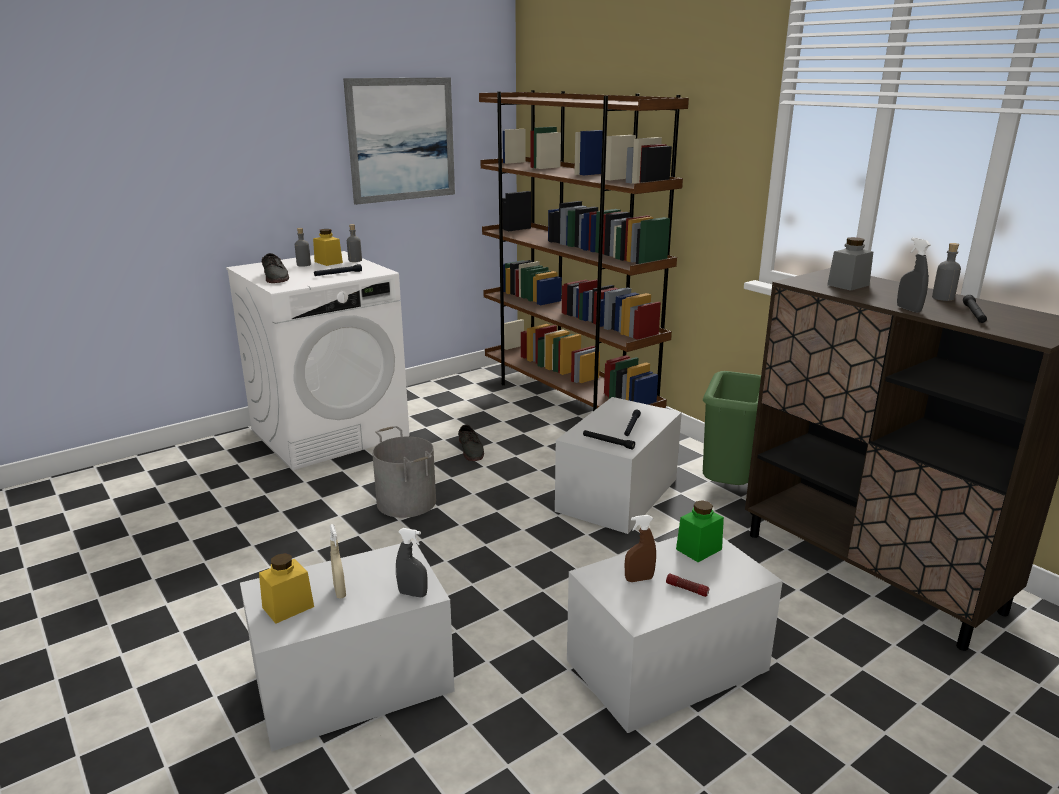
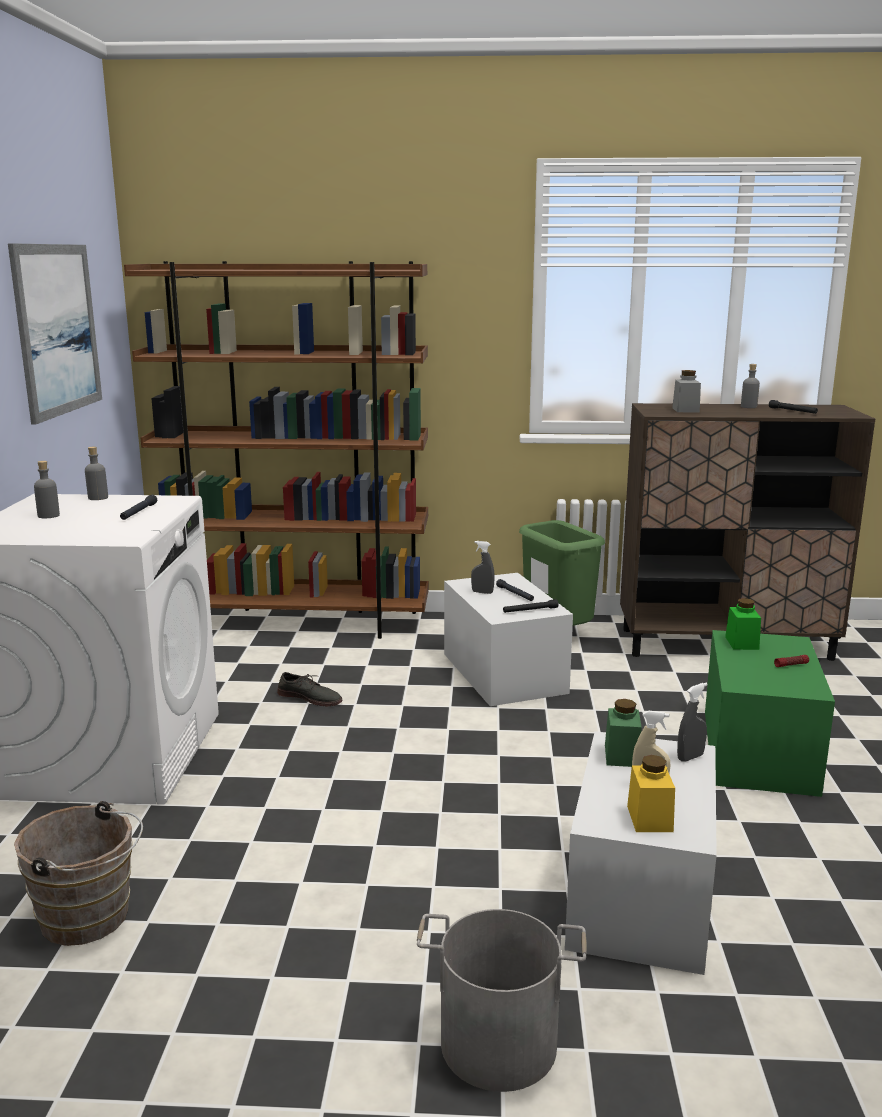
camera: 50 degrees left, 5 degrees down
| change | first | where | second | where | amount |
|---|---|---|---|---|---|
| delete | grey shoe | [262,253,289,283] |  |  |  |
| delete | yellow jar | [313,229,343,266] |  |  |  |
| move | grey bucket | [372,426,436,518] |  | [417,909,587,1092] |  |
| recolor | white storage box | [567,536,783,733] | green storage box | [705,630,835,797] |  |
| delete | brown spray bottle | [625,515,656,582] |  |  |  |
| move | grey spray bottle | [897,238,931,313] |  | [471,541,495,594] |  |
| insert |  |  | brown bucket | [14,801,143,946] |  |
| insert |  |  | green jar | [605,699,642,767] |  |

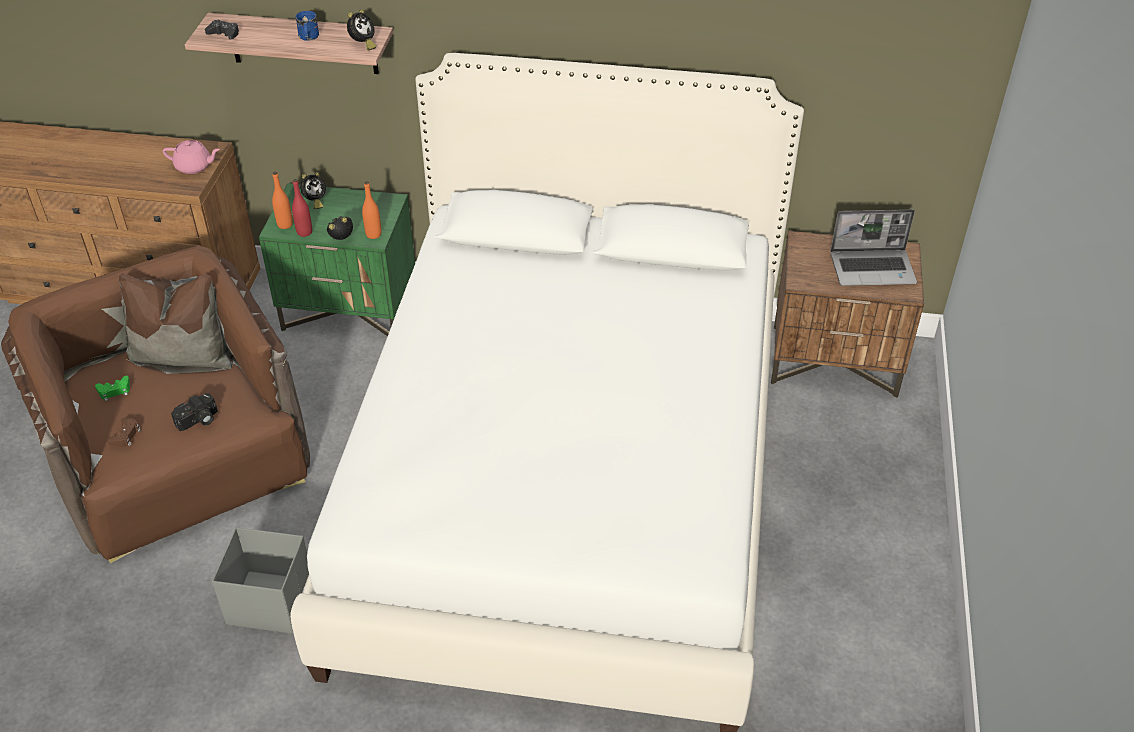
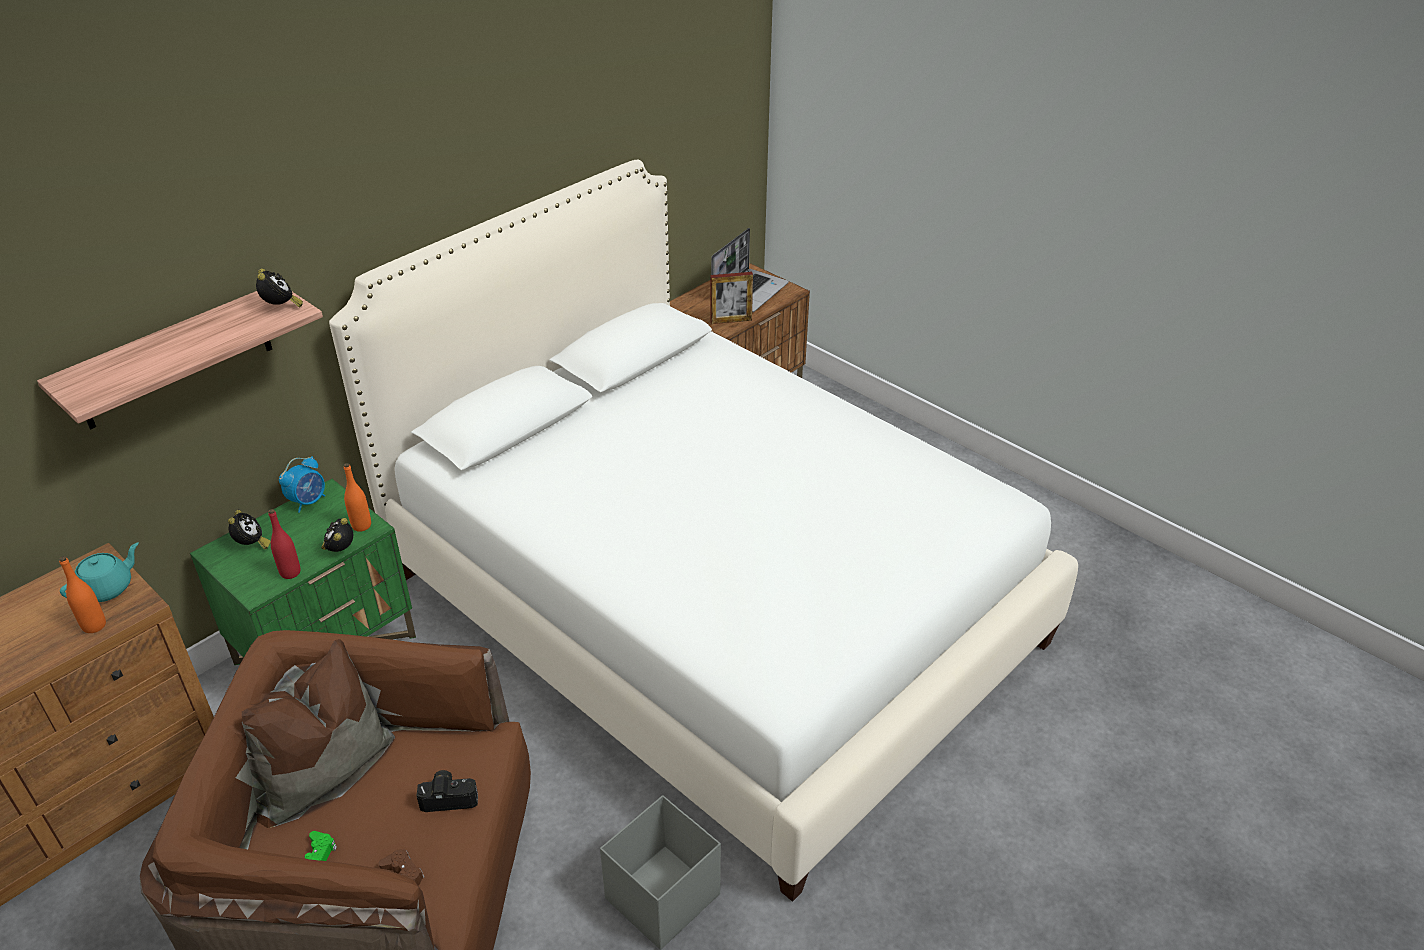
camera: 55 degrees left, 5 degrees down
| change | first | where | second | where | amount |
|---|---|---|---|---|---|
| recolor | pink teapot | [163,140,220,174] | turquoise teapot | [60,543,139,602] |  |
| rotate | photo camera | [171,393,218,431] |  | [417,770,478,812] | 90 degrees counterclockwise |
| delete | black game controller | [205,20,239,39] |  |  |  |
| move | orange bottle | [272,171,293,229] |  | [59,556,106,633] |  |
| delete | blue mug | [295,11,319,41] |  |  |  |
| insert |  |  | alarm clock | [279,456,325,513] |  |
| insert |  |  | picture frame | [710,272,753,324] |  |

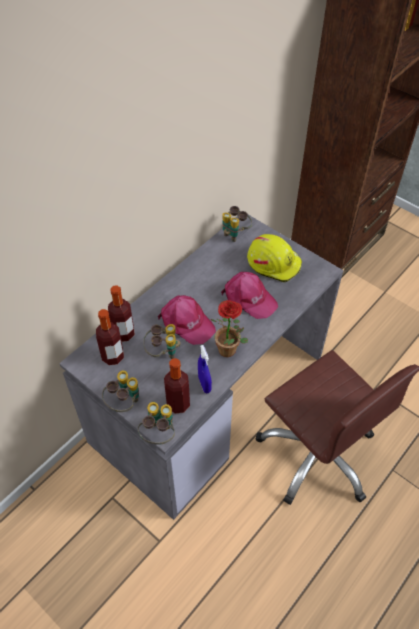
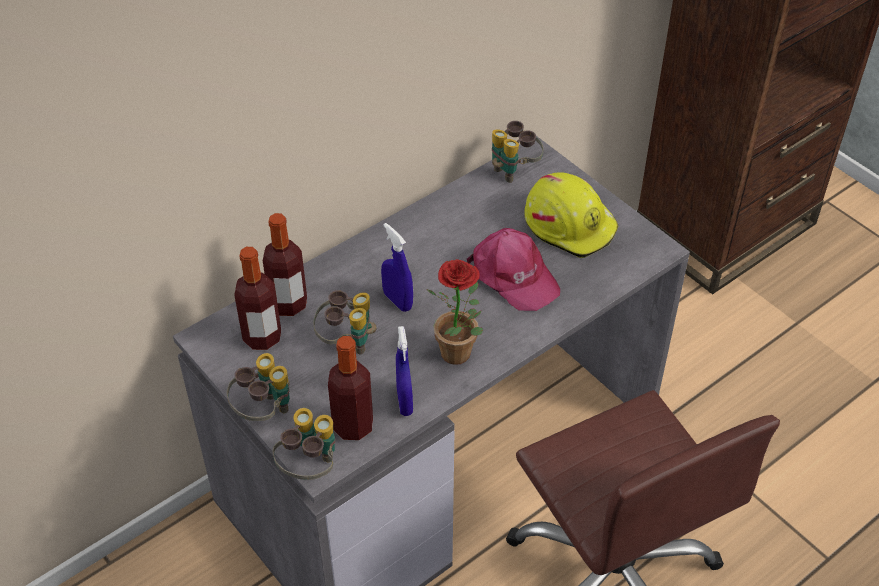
camera: 10 degrees right, 5 degrees down
| change | first | where | second | where | amount |
|---|---|---|---|---|---|
| replace | pink cap | [158,295,216,345] | blue spray bottle | [381,223,413,312] |  |

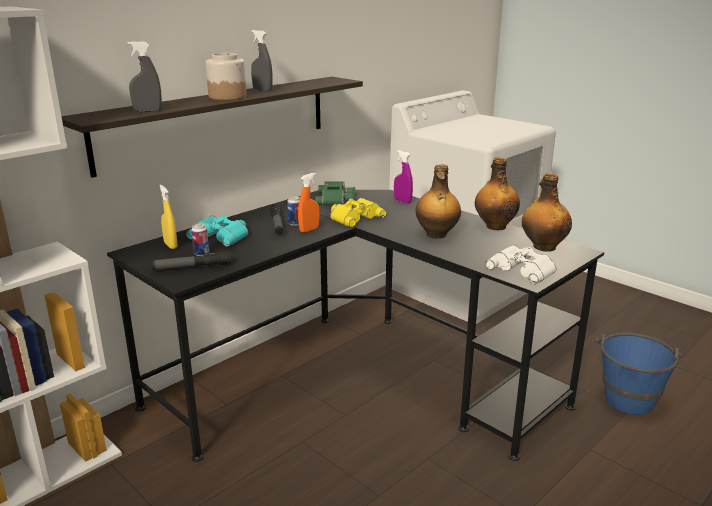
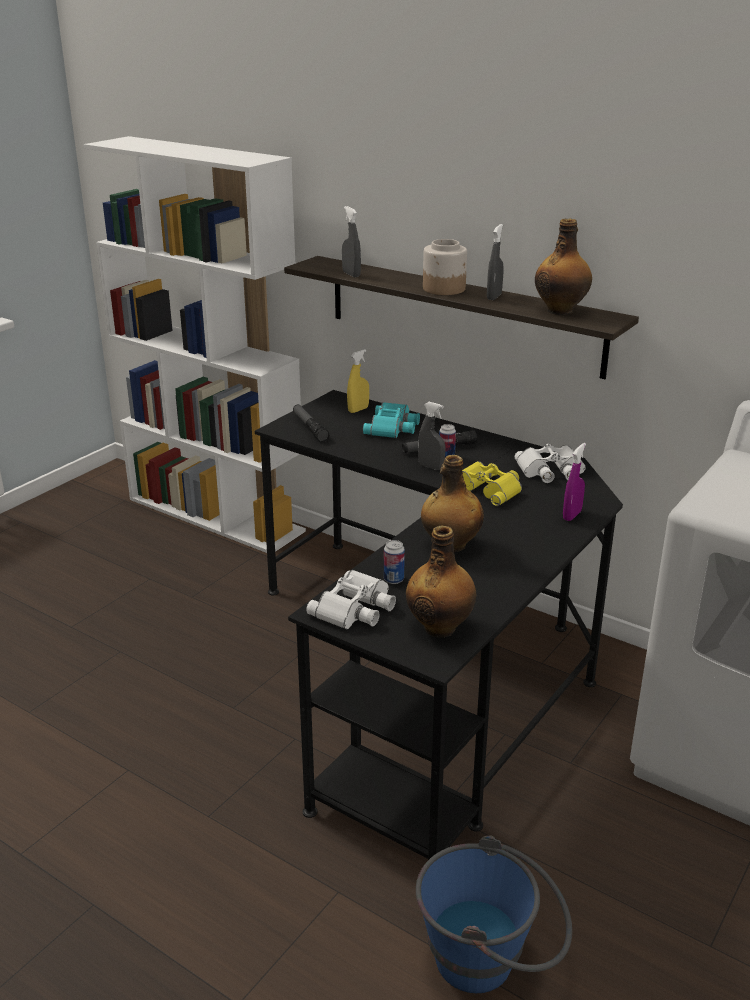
camera: 80 degrees right, 5 degrees up
| change | first | where | second | where | amount |
|---|---|---|---|---|---|
| move | can | [191,223,209,256] |  | [384,540,405,584] |  |
| recolor | orange spray bottle | [298,173,319,233] | grey spray bottle | [418,402,445,470] |  |
| recolor | green binoculars | [316,181,355,206] | white binoculars | [515,444,586,483] |  |
| move | bottle | [475,157,520,230] |  | [535,218,592,315] |  |

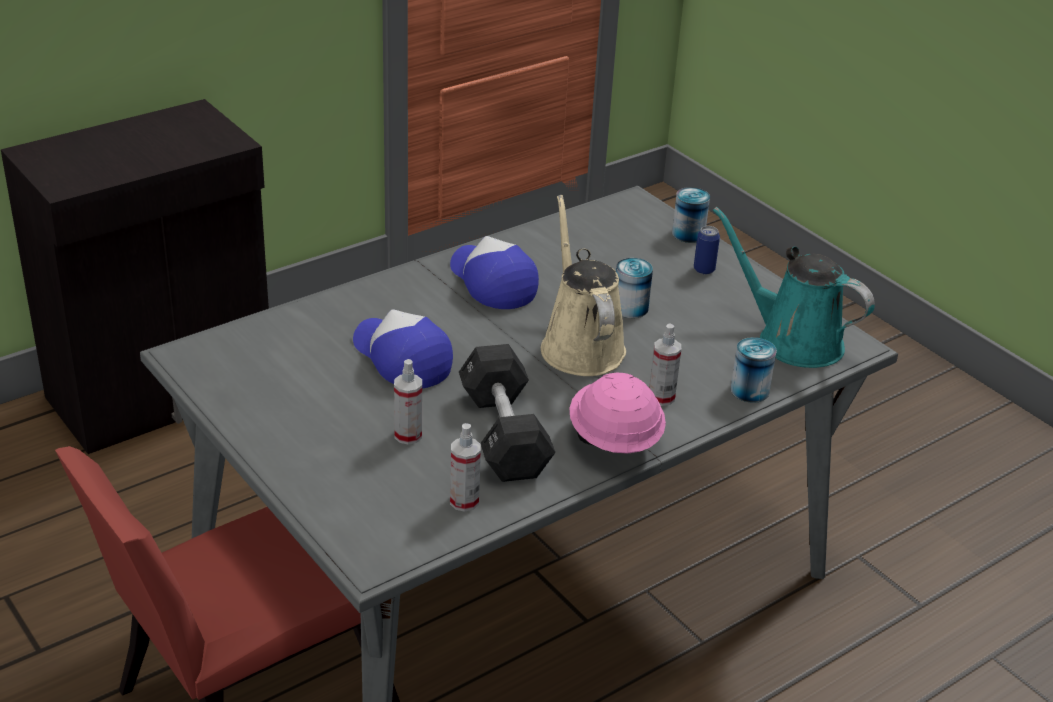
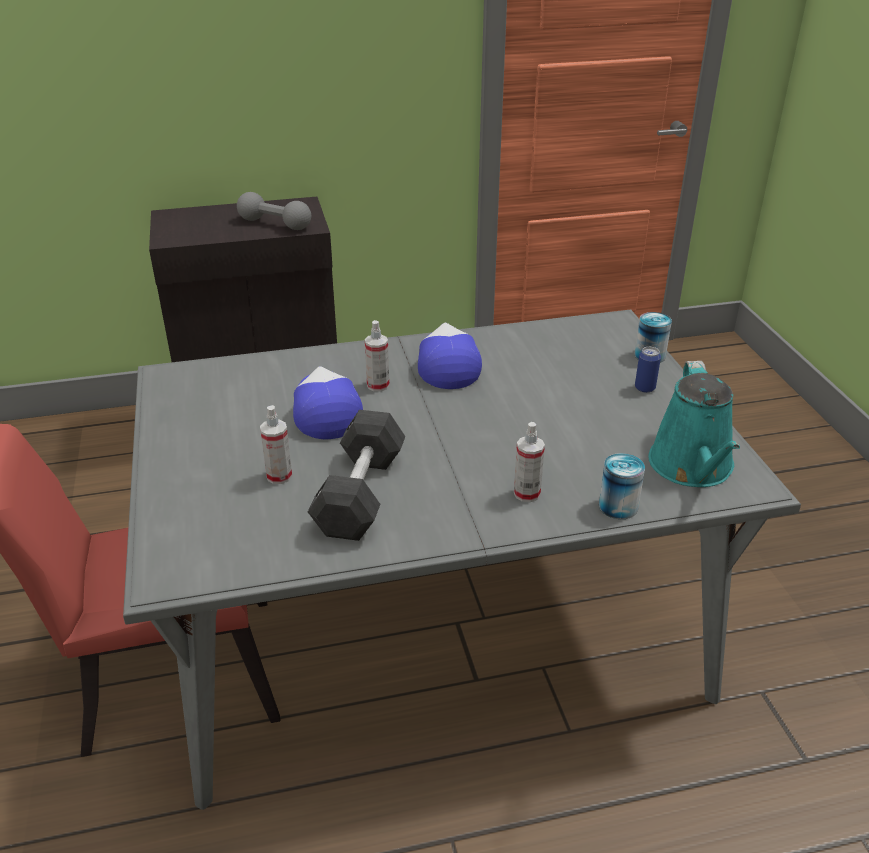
camera: 25 degrees right, 0 degrees up
| change | first | where | second | where | amount |
|---|---|---|---|---|---|
| move | spray bottle | [450,423,481,512] |  | [365,320,390,392] |  |
| delete | beige watering can | [541,195,626,376] |  |  |  |
| delete | pink hard hat | [570,373,666,454] |  |  |  |
| delete | can | [616,258,653,318] |  |  |  |
| rotate | turquoise watering can | [713,207,875,368] |  | [648,361,740,487] | 150 degrees counterclockwise |
| insert |  |  | grey dumbbell | [237,192,311,230] |  |

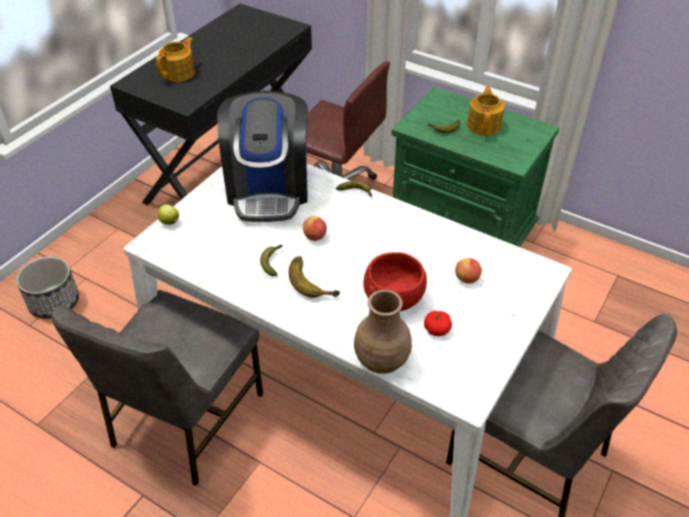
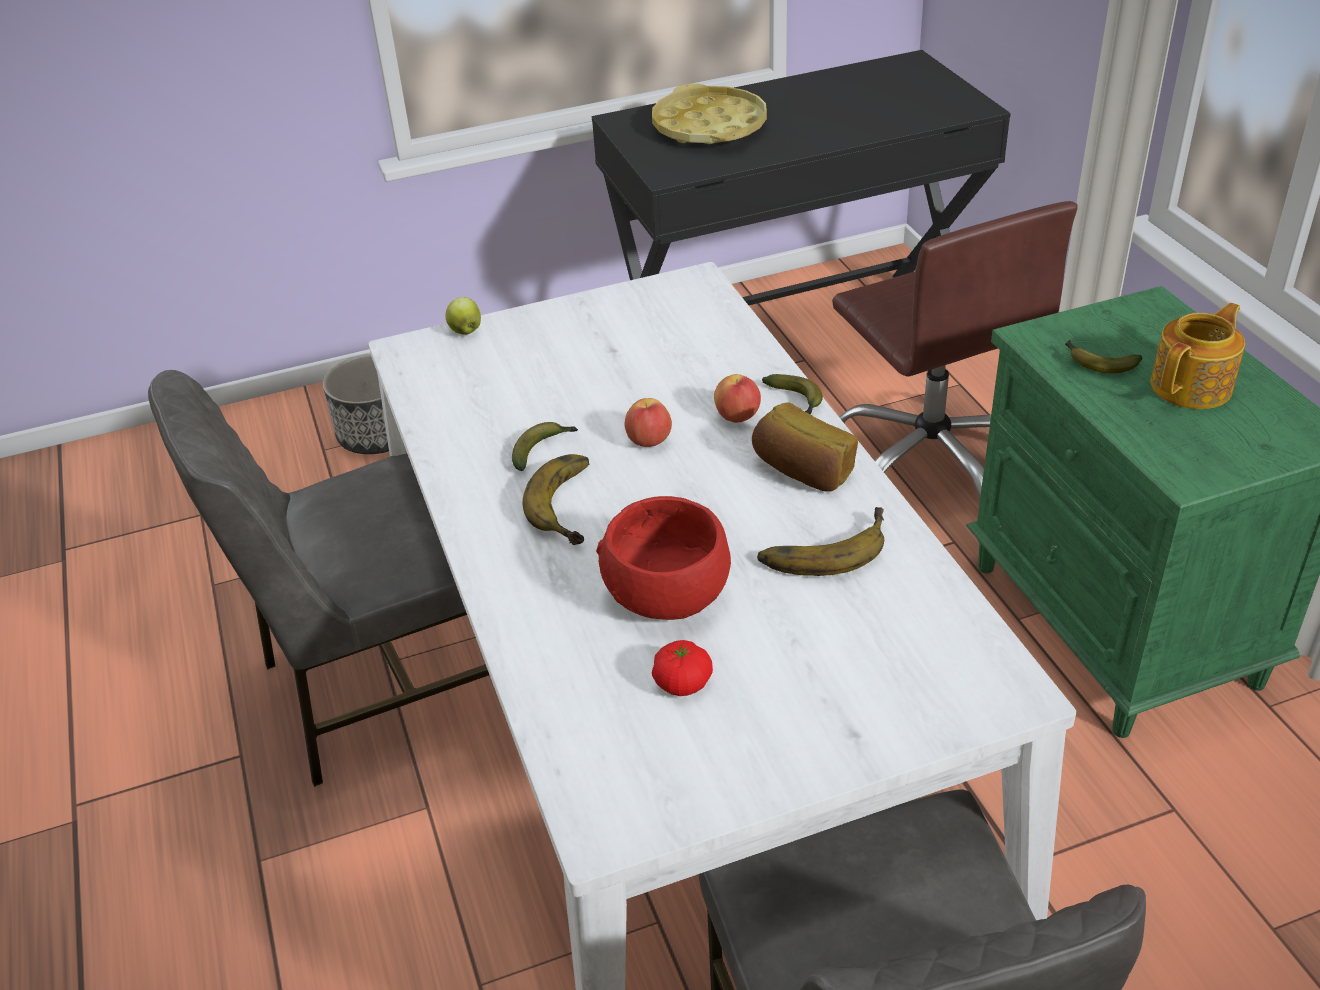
camera: 40 degrees right, 5 degrees down
| change | first | where | second | where | amount |
|---|---|---|---|---|---|
| replace | teapot | [156,37,195,82] | yellow tray | [652,84,767,144] |  |
| delete | coffee machine | [217,91,308,222] |  |  |  |
| delete | brown vase | [354,290,412,374] |  |  |  |
| move | apple | [455,258,482,284] |  | [714,374,761,423] |  |
| insert |  |  | bread | [752,402,858,491] |  |
| insert |  |  | banana | [757,507,884,576] |  |

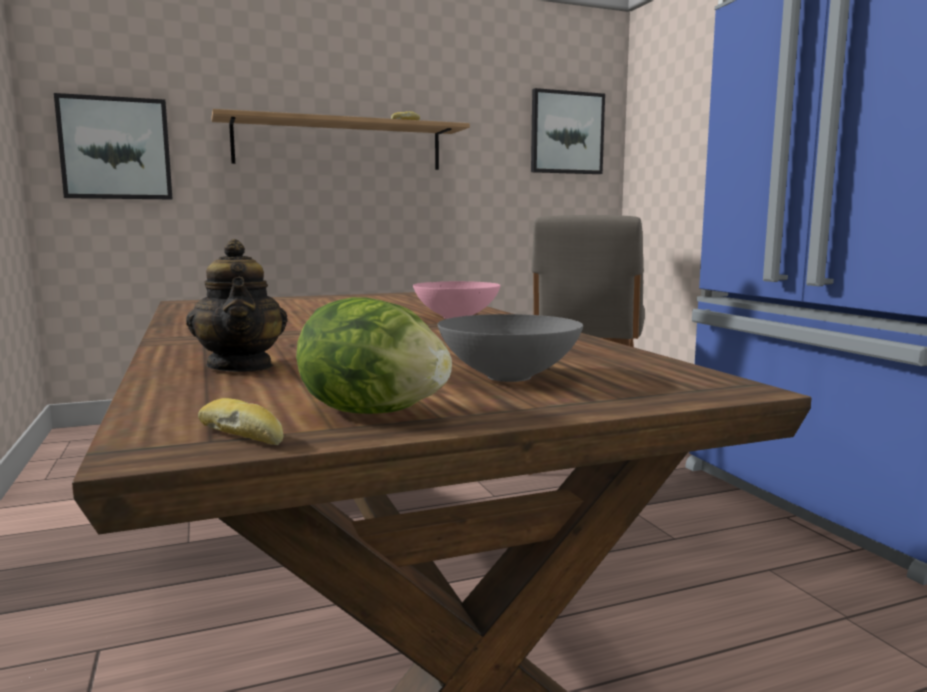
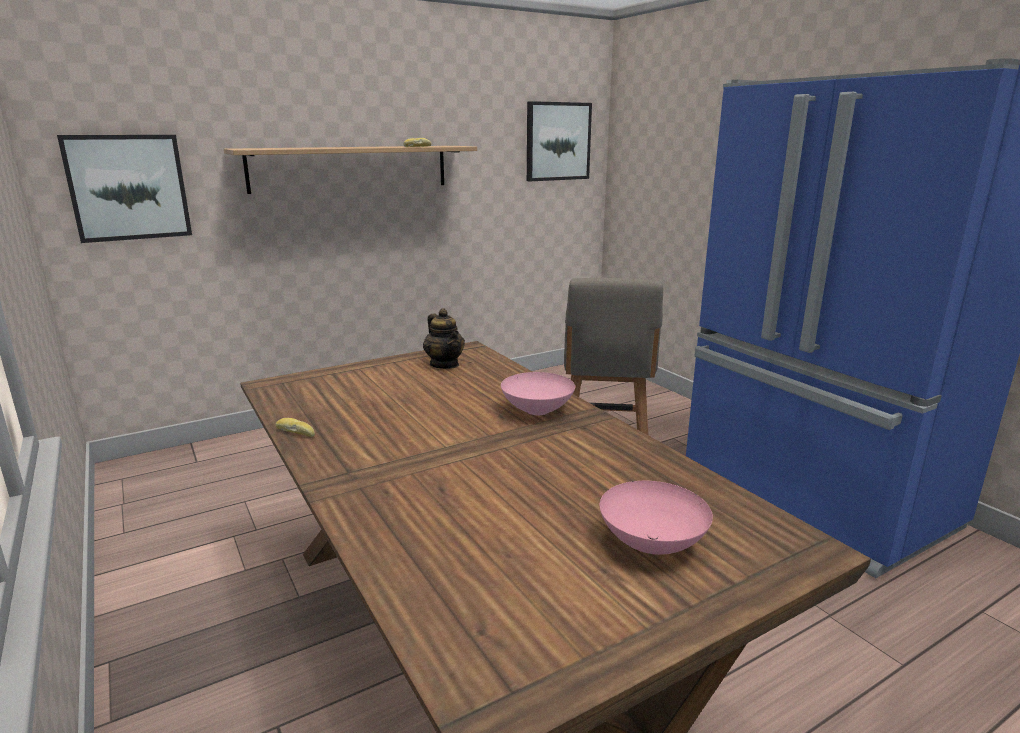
camera: 10 degrees left, 10 degrees up
| change | first | where | second | where | amount |
|---|---|---|---|---|---|
| move | teapot | [186,239,288,372] |  | [423,308,465,369] |  |
| move | bread | [198,398,284,445] |  | [276,418,315,437] |  |
| delete | lettuce | [296,297,452,414] |  |  |  |
| recolor | grey bowl | [438,314,583,382] | pink bowl | [600,481,713,555] |  |

